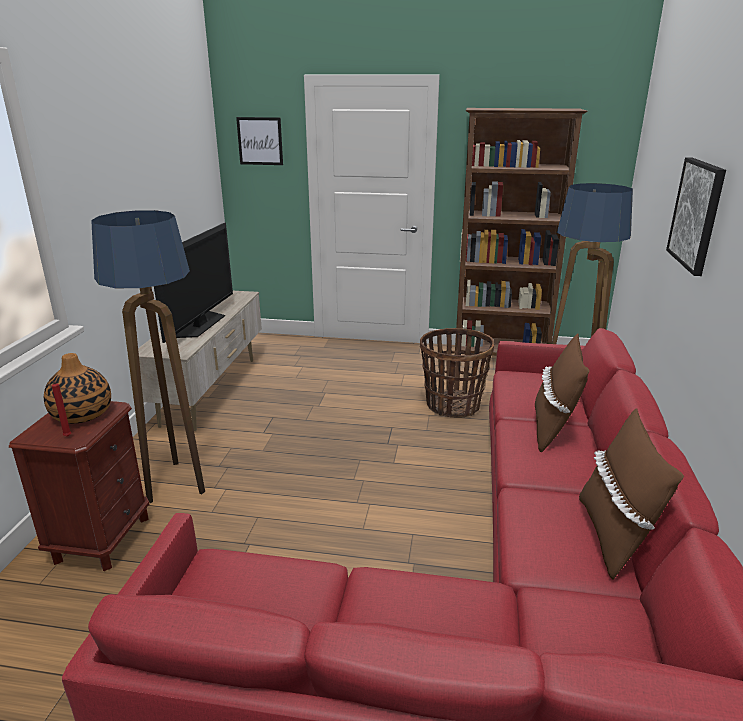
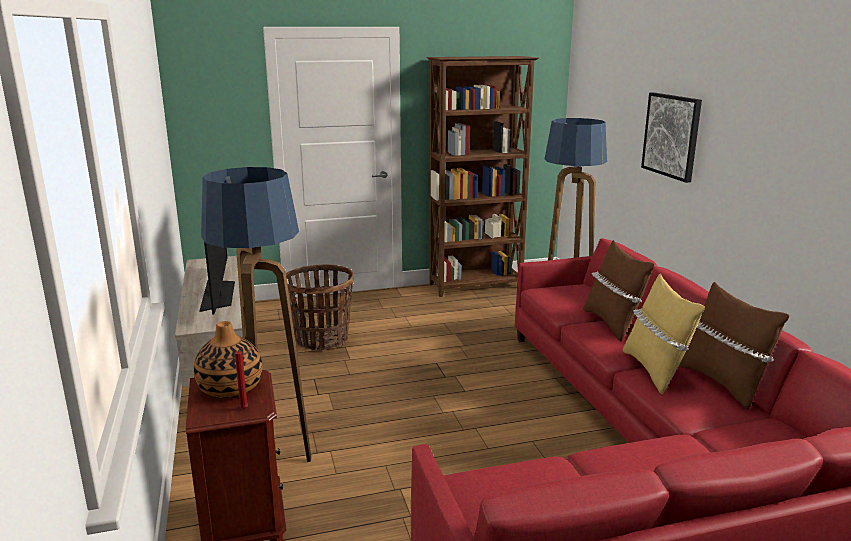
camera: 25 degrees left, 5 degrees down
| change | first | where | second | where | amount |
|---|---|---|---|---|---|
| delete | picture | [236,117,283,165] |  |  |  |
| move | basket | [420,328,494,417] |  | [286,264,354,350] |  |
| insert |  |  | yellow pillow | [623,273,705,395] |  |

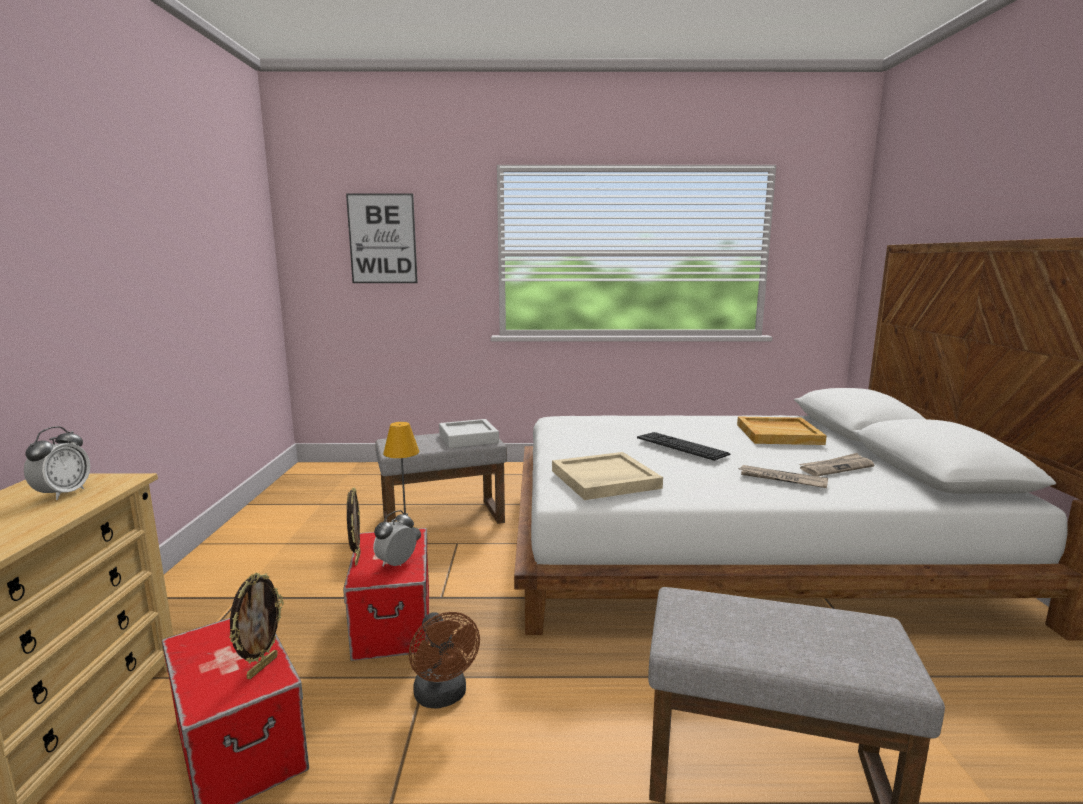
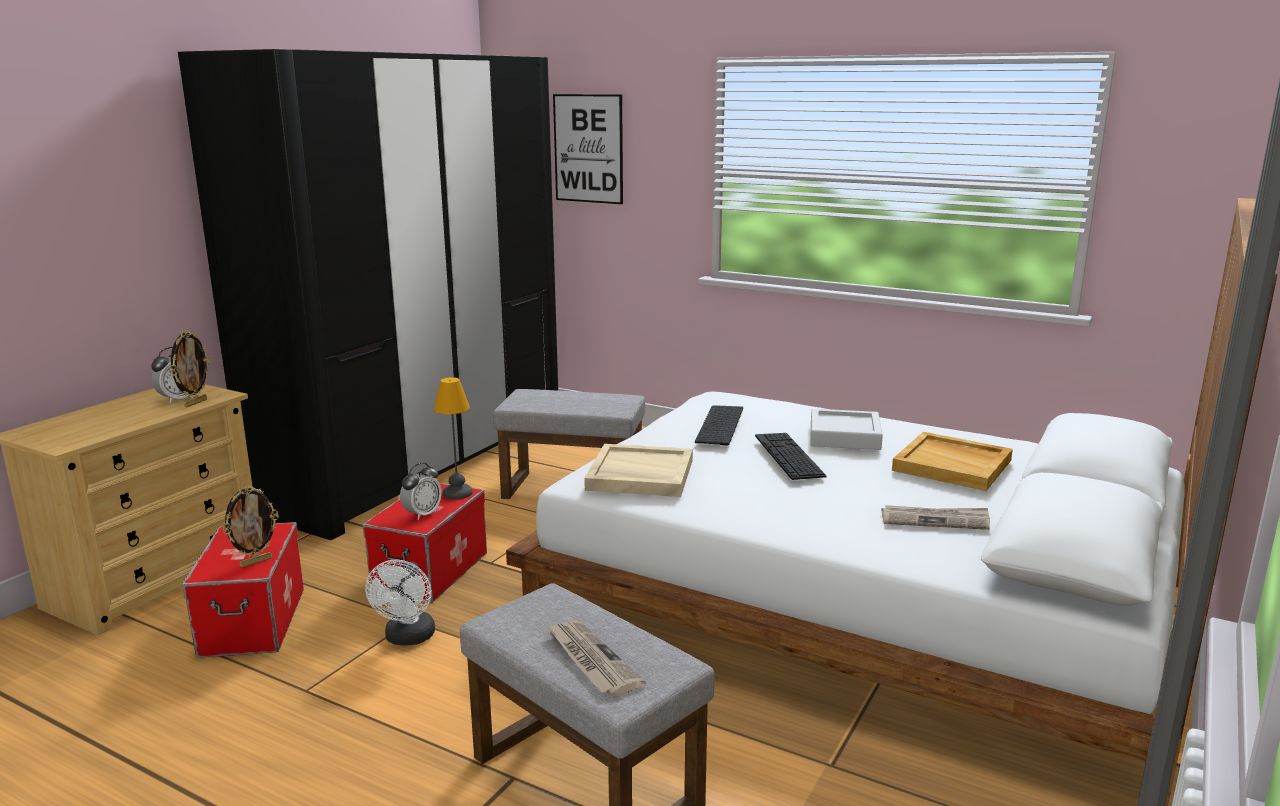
camera: 30 degrees right, 5 degrees up
| change | first | where | second | where | amount |
|---|---|---|---|---|---|
| move | picture frame | [347,487,361,566] |  | [171,330,210,407] |  |
| rotate | alarm clock | [373,510,417,567] |  | [400,463,442,520] | 150 degrees clockwise |
| recolor | brown fan | [409,612,480,709] | white fan | [365,560,435,646] |  |
| move | grey tray | [439,419,499,448] |  | [810,409,883,450] |  |
| move | newspaper | [738,465,828,488] |  | [546,620,646,697] |  |
| insert |  |  | black wardrobe | [178,49,558,540] |  |
| insert |  |  | keyboard | [695,405,743,446] |  |

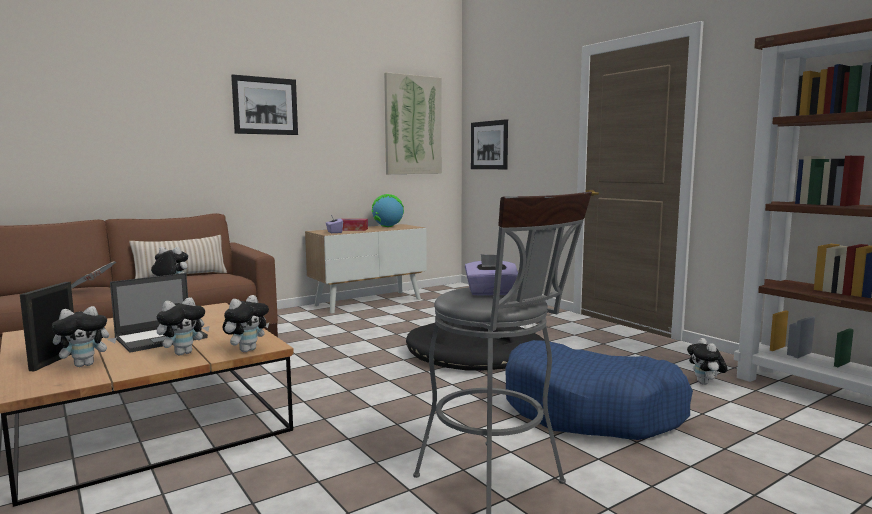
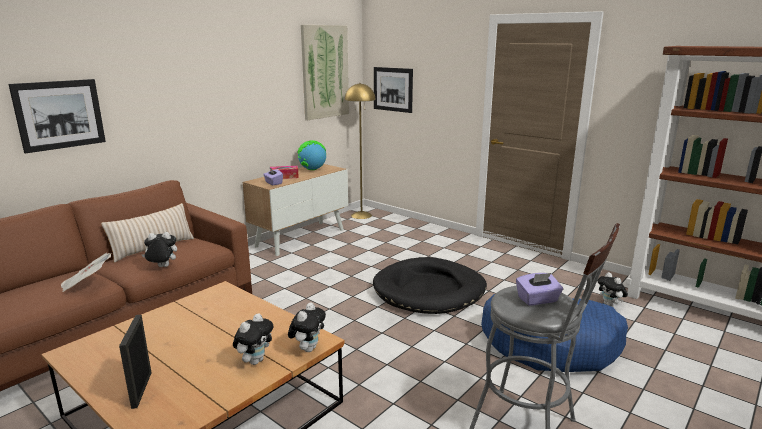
camera: 15 degrees left, 10 degrees up
| change | first | where | second | where | amount |
|---|---|---|---|---|---|
| delete | plush toy | [51,306,117,367] |  |  |  |
| delete | laptop | [110,273,208,353] |  |  |  |
| move | picture | [231,74,298,135] |  | [8,79,106,153] |  |
| insert |  |  | yellow floor lamp | [345,83,375,219] |  |

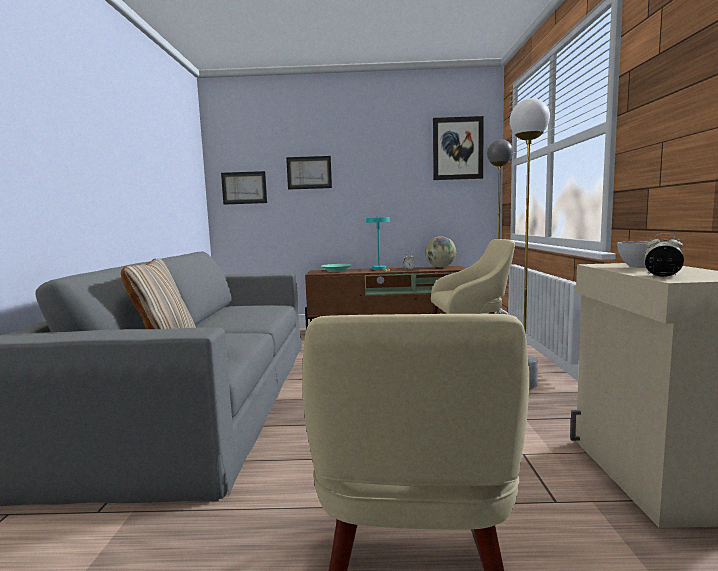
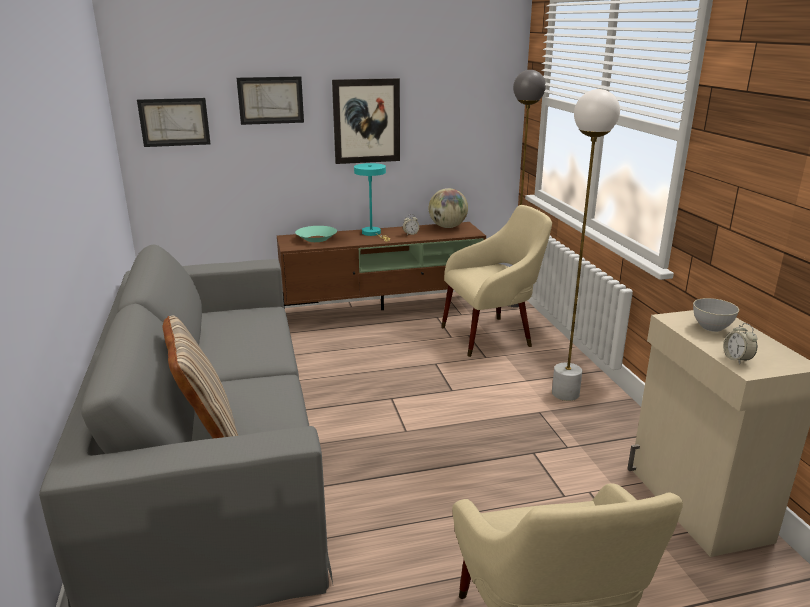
camera: 15 degrees left, 15 degrees up
| change | first | where | second | where | amount |
|---|---|---|---|---|---|
| move | picture | [433,116,484,180] |  | [332,78,400,164] |  |
| rotate | alarm clock | [644,233,684,277] |  | [723,323,758,364] | 120 degrees counterclockwise |

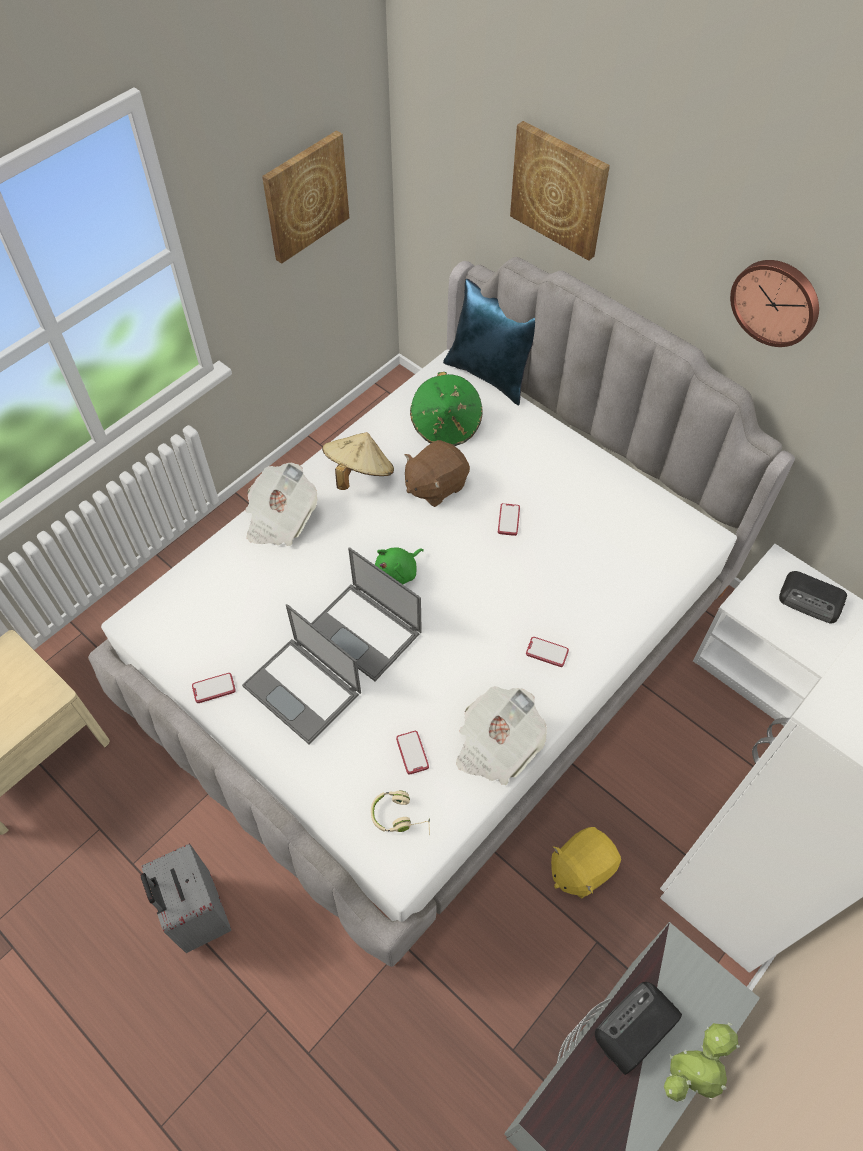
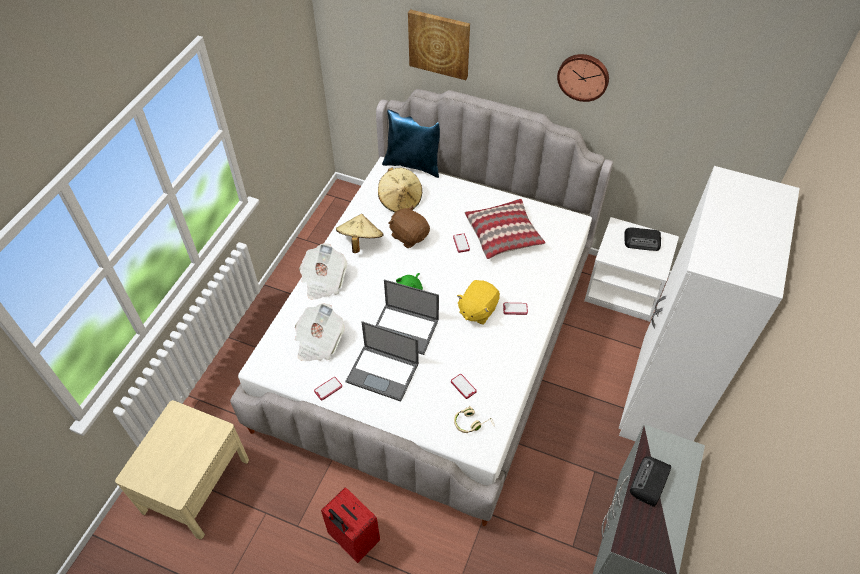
camera: 20 degrees left, 5 degrees down
| change | first | where | second | where | amount |
|---|---|---|---|---|---|
| recolor | grey suitcase | [141,843,231,953] | red suitcase | [321,487,380,563] |  |
| delete | picture | [262,130,349,264] |  |  |  |
| rotate | brown plush toy | [405,440,470,507] |  | [389,205,430,248] | 105 degrees clockwise |
| recolor | green hat | [410,372,483,446] | beige hat | [378,168,422,212] |  |
| move | newspaper | [456,686,547,785] |  | [295,303,345,361] |  |
| move | yellow plush toy | [551,827,621,899] |  | [457,280,500,325] |  |
| delete | potted plant | [664,1022,740,1102] |  |  |  |
| insert |  |  | pillow | [464,199,546,259] |  |

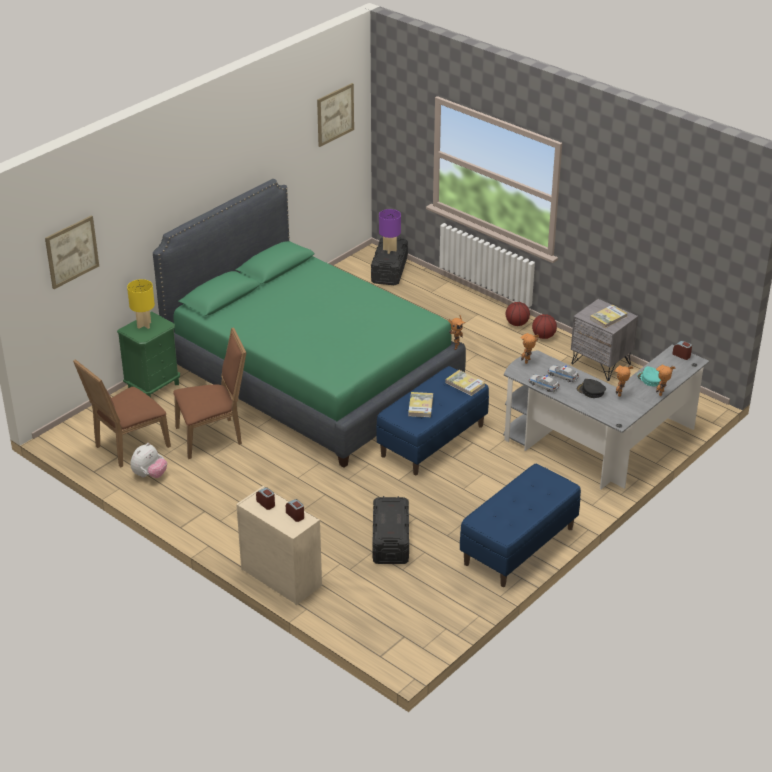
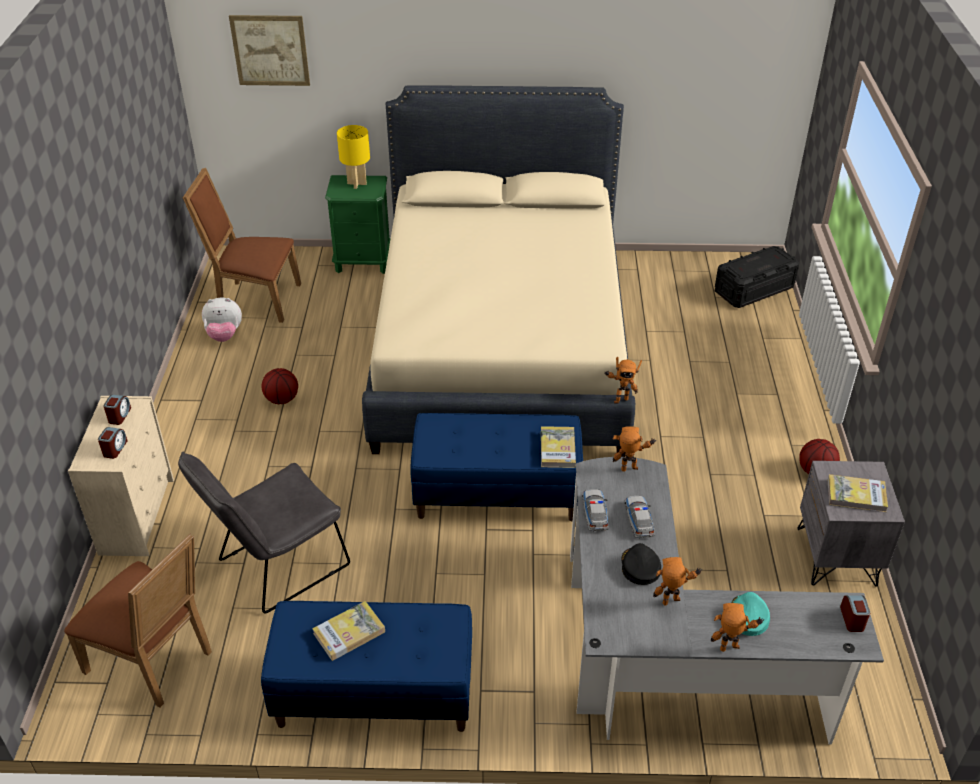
camera: 50 degrees right, 5 degrees up
| change | first | where | second | where | amount |
|---|---|---|---|---|---|
| recolor | green bed | [153,179,466,467] | beige bed | [362,85,635,457] |  |
| move | brown chair | [173,328,246,459] |  | [64,533,212,708] |  |
| delete | picture | [317,83,354,147] |  |  |  |
| replace | black storage box | [372,496,409,564] | grey chair | [178,452,350,613] |  |
| delete | purple table lamp | [379,209,401,254] |  |  |  |
| move | book | [408,392,433,417] |  | [312,601,385,661] |  |
| move | basketball | [506,302,530,326] |  | [262,368,298,404] |  |

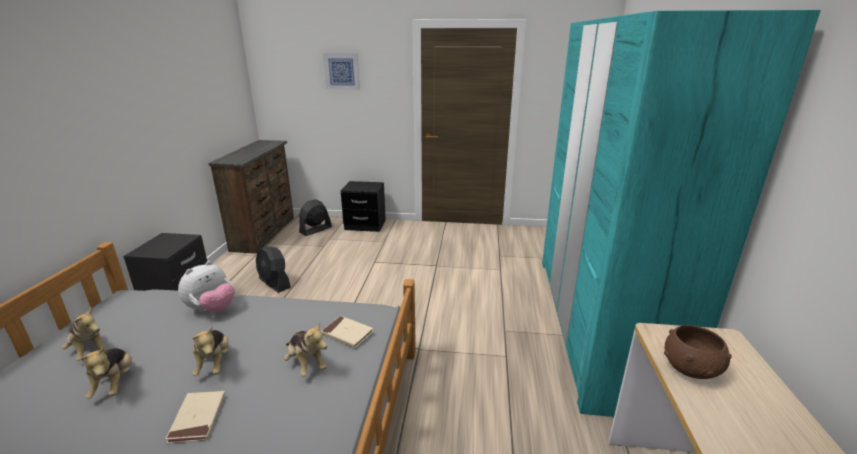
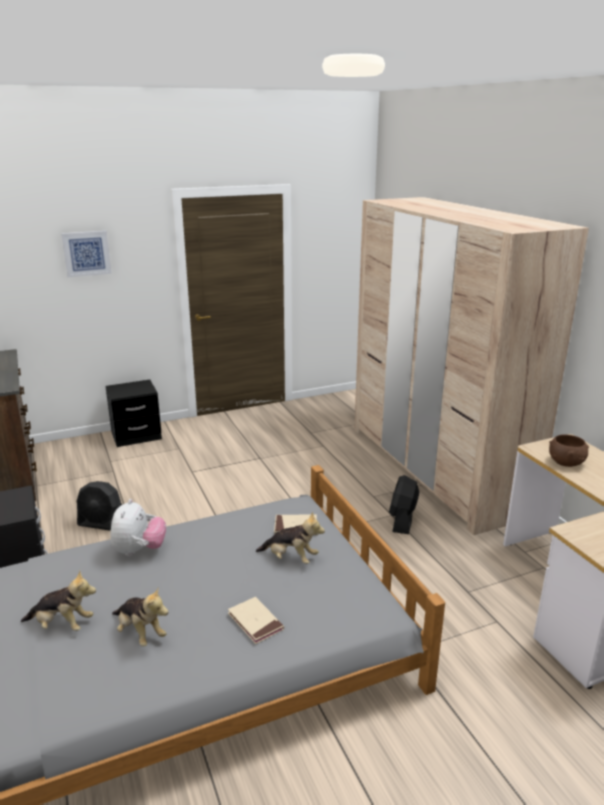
camera: 30 degrees left, 0 degrees up
| change | first | where | second | where | amount |
|---|---|---|---|---|---|
| delete | plush toy | [192,327,229,376] |  |  |  |
| move | black fan | [299,199,332,236] |  | [389,475,419,534] |  |
| recolor | turquoise wardrobe | [542,10,821,417] | beige wardrobe | [354,197,589,535] |  |

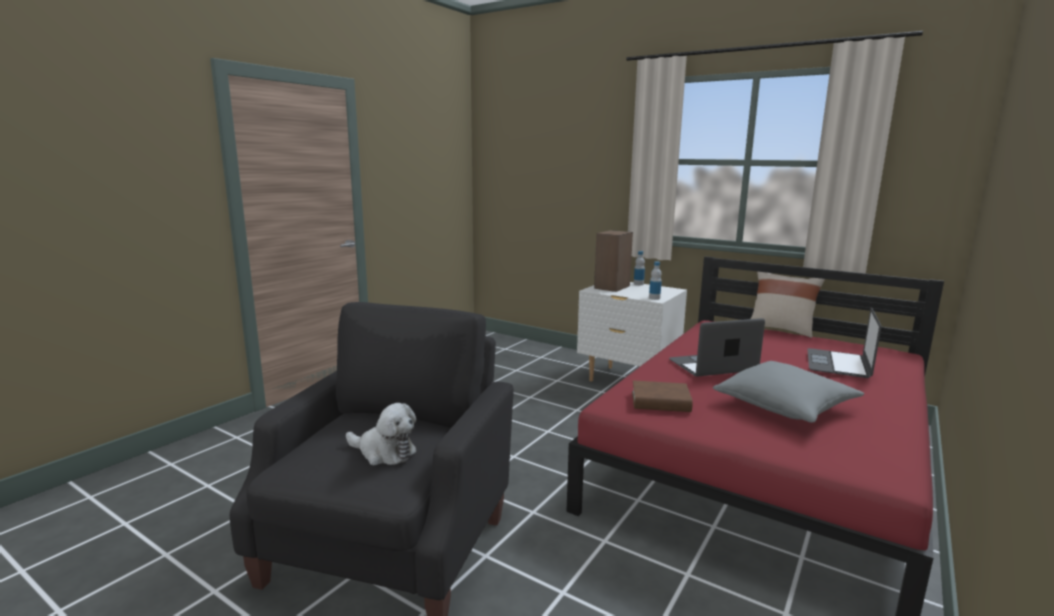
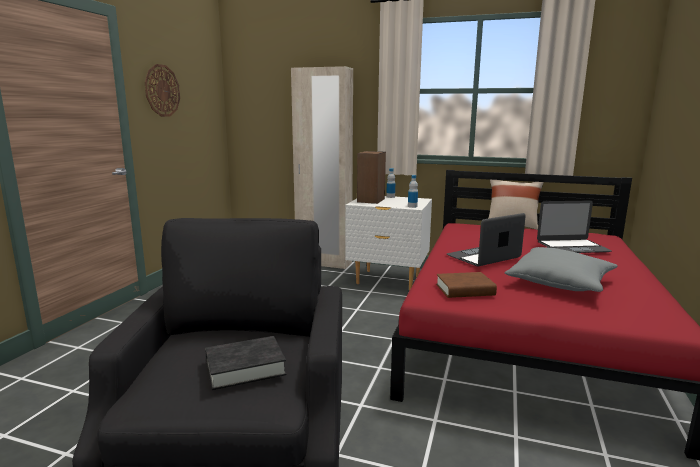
camera: 15 degrees left, 0 degrees up
| change | first | where | second | where | amount |
|---|---|---|---|---|---|
| replace | plush toy | [346,403,417,465] | black book | [205,336,287,390] |  |
| rotate | laptop | [807,308,881,378] |  | [537,200,612,253] | 105 degrees counterclockwise |
| insert |  |  | wall clock | [145,64,180,117] |  |
| insert |  |  | beige wardrobe | [291,66,353,269] |  |

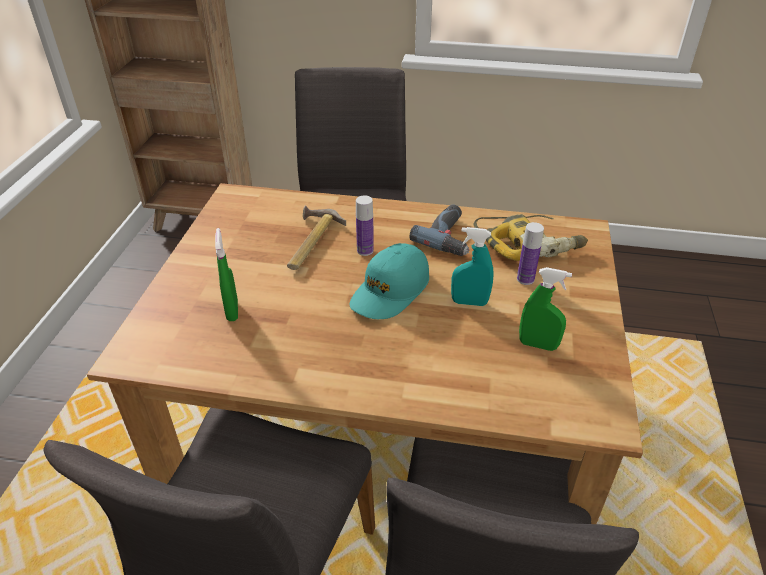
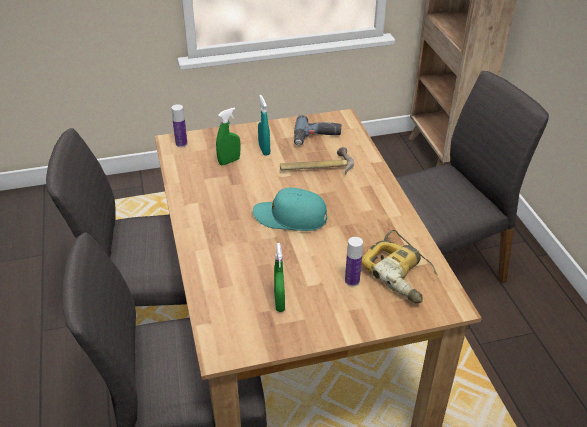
camera: 65 degrees right, 0 degrees up
| change | first | where | second | where | amount |
|---|---|---|---|---|---|
| move | bottle | [356,195,374,256] |  | [171,104,187,147] |  |
| move | power drill | [410,205,470,256] |  | [294,115,341,145] |  |
| move | turquoise spray bottle | [451,227,494,306] |  | [258,95,270,156] |  |

